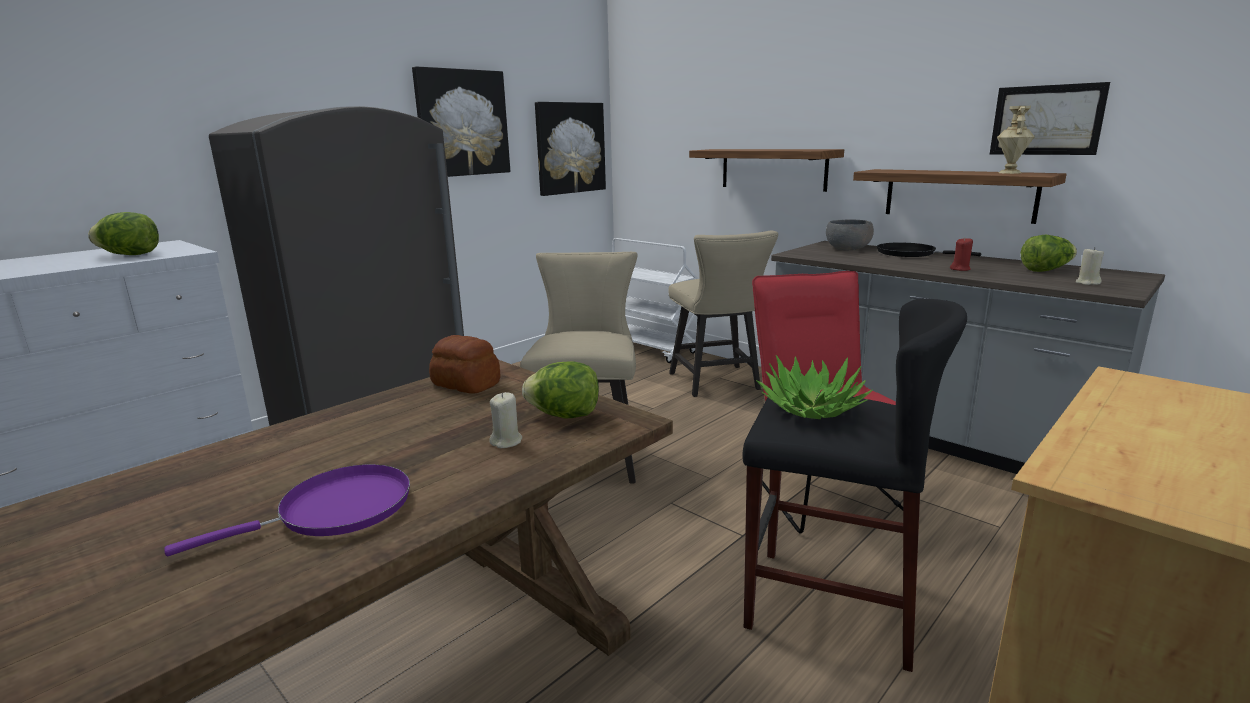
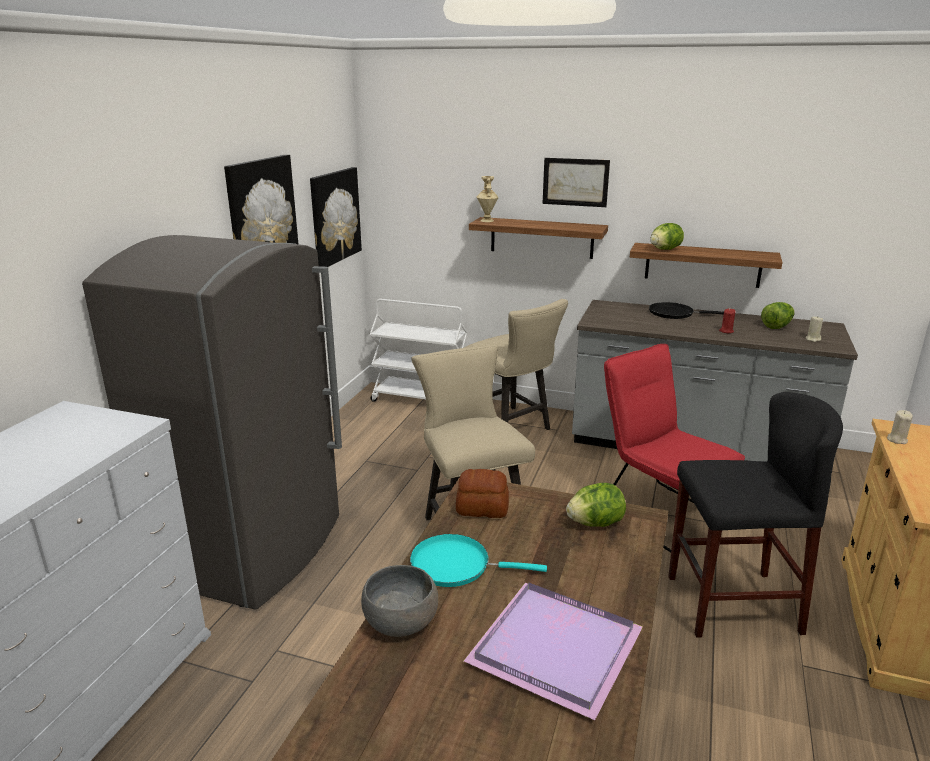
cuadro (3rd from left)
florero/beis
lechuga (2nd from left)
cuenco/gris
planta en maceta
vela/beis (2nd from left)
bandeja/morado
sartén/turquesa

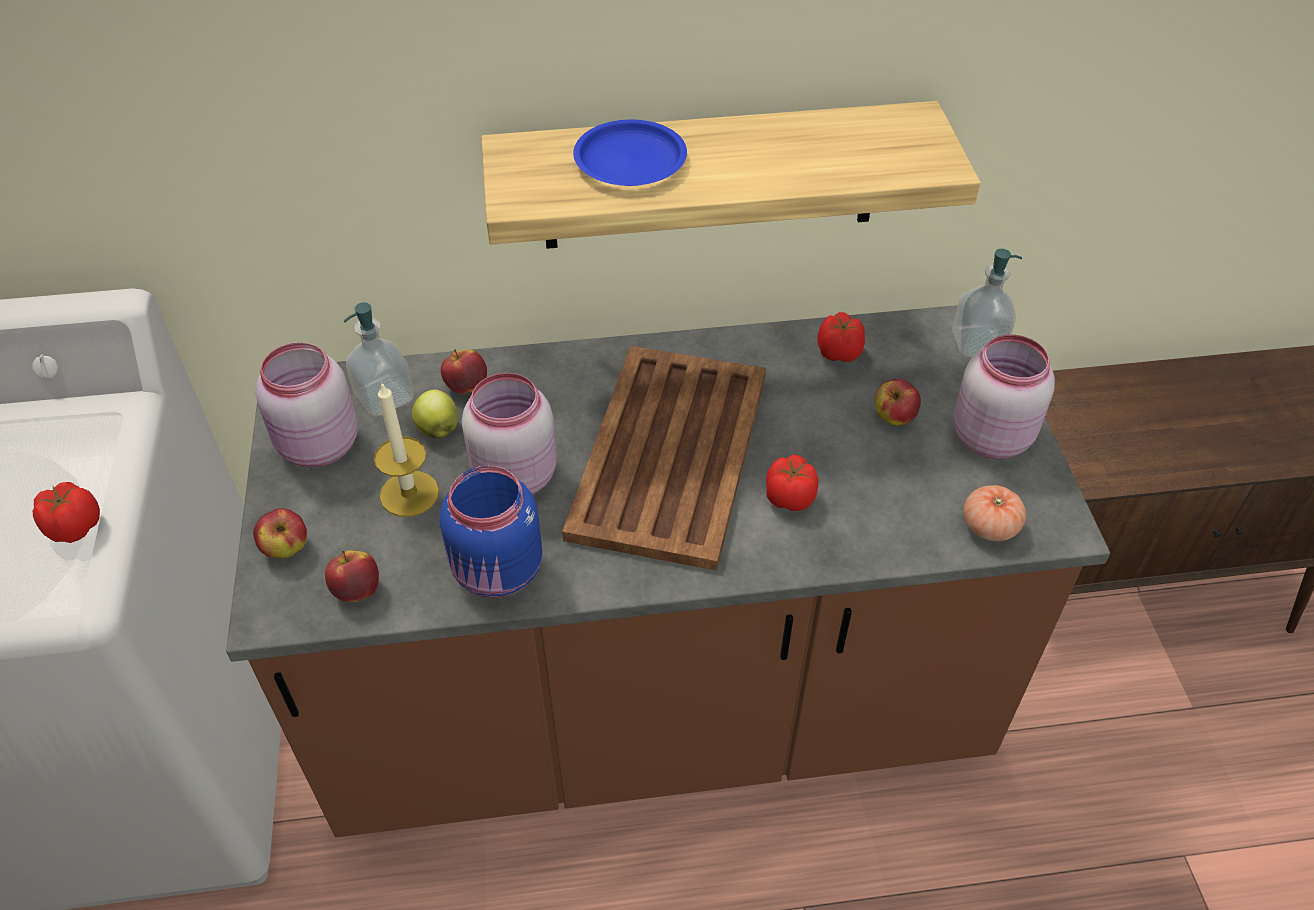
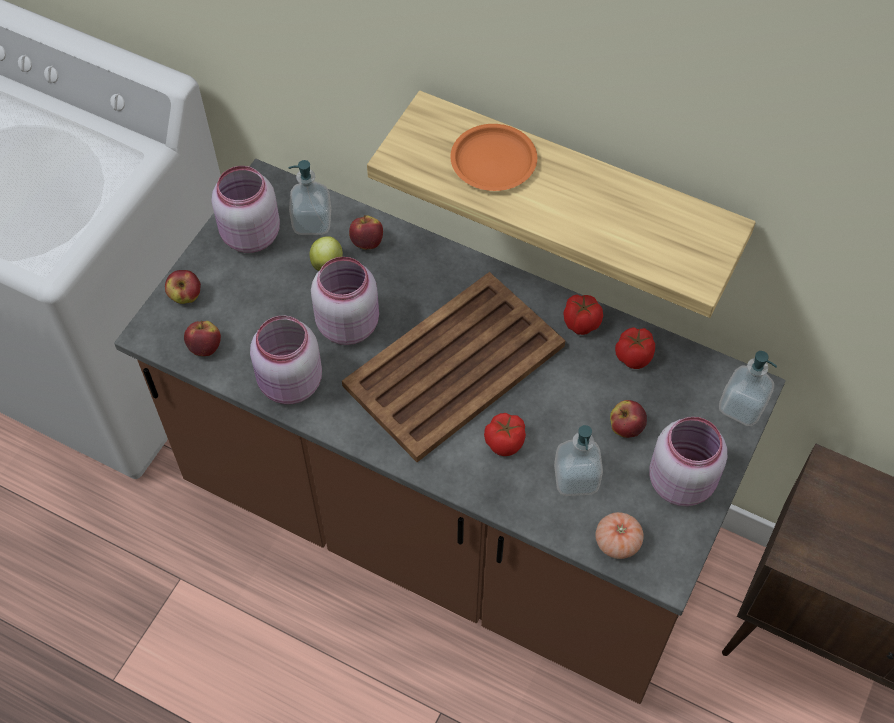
plato/naranja
vela
tarro/rosa (2nd from left)
tomate (2nd from left)
dispensador de jabón (2nd from left)

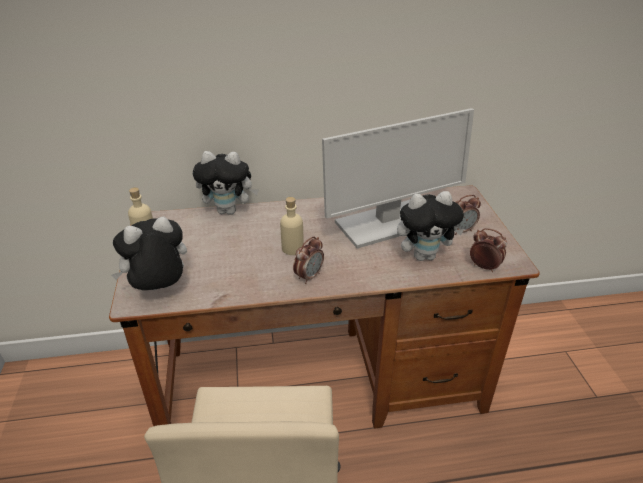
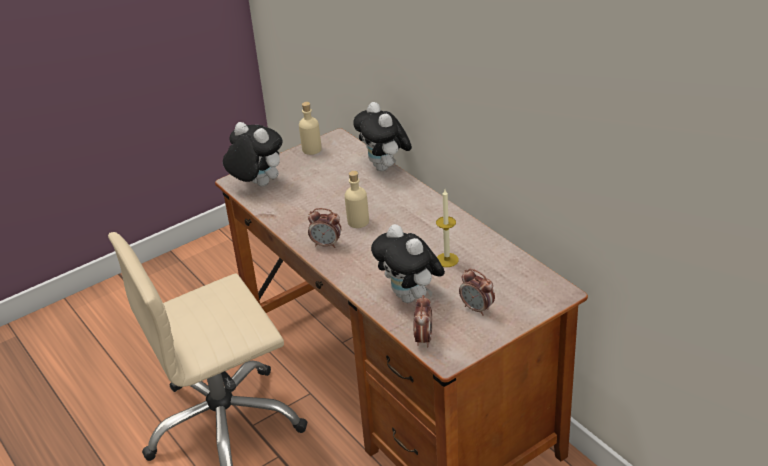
vela

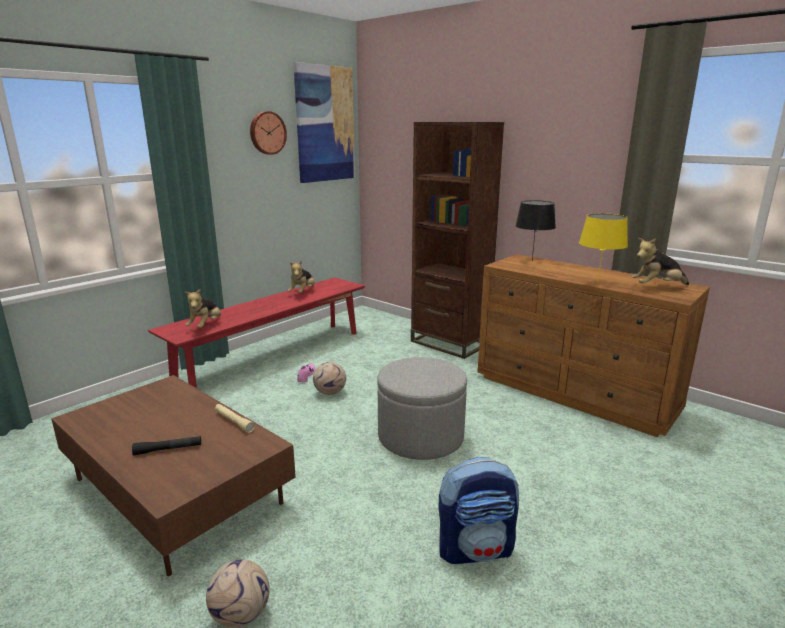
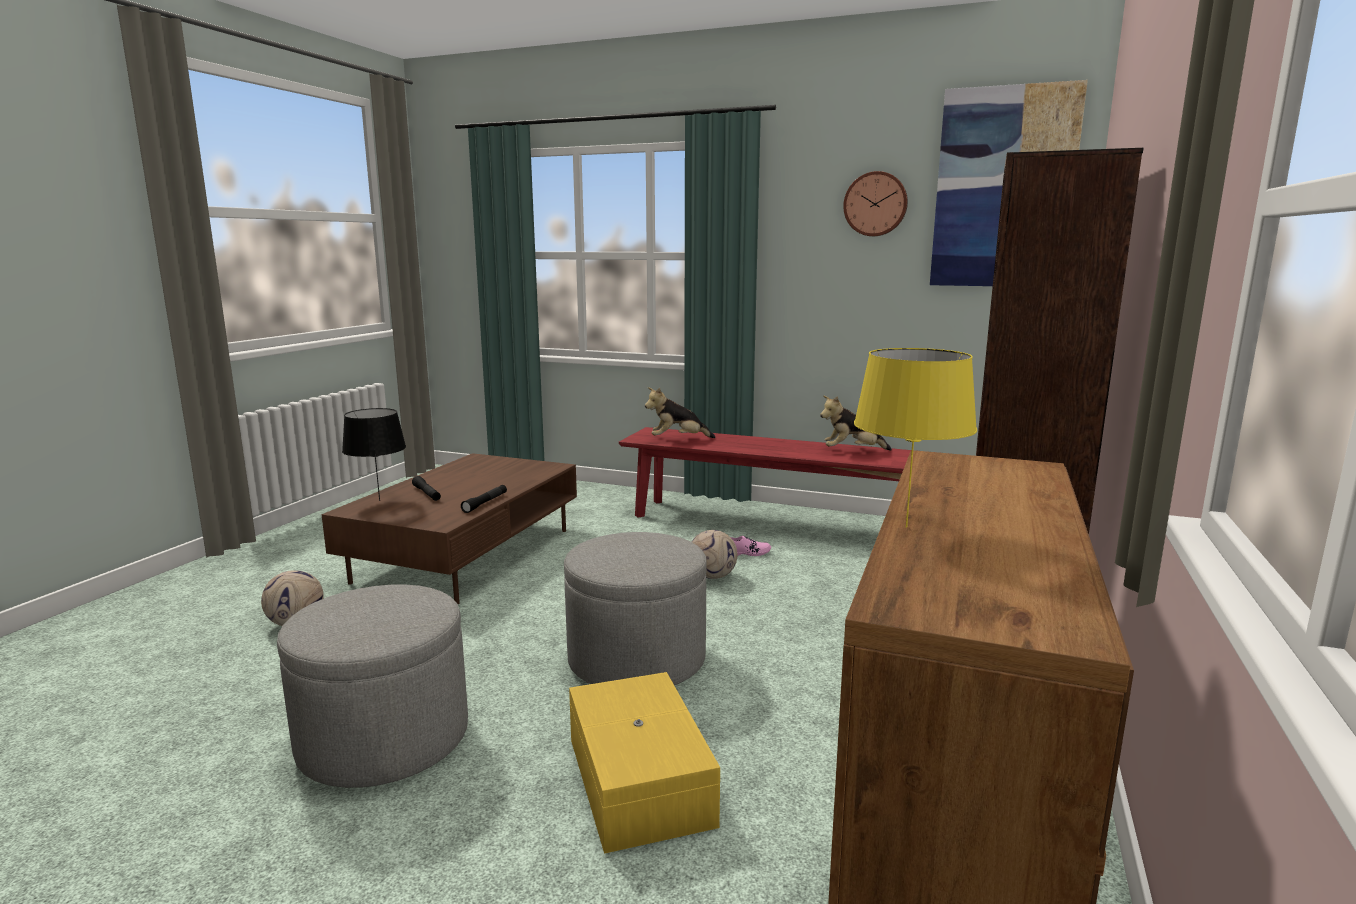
lámpara de mesa/negro
peluche (3rd from left in the first image)
linterna/negro (2nd from left)
puf/gris (1st from left)
caja de almacenaje/amarillo

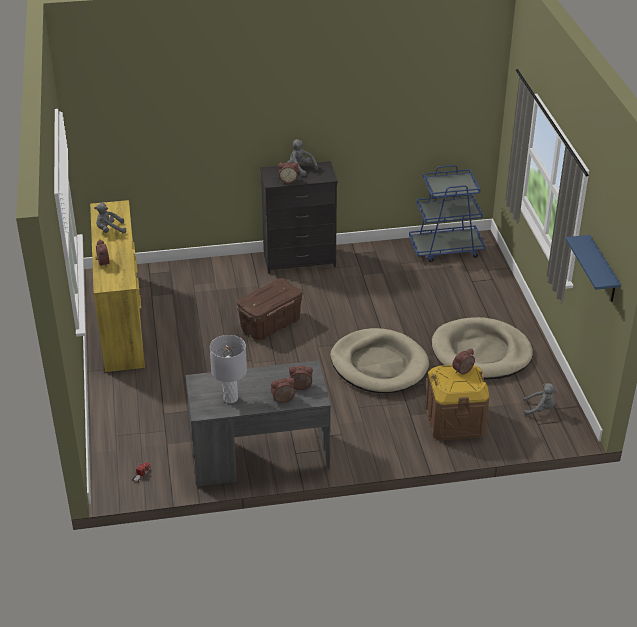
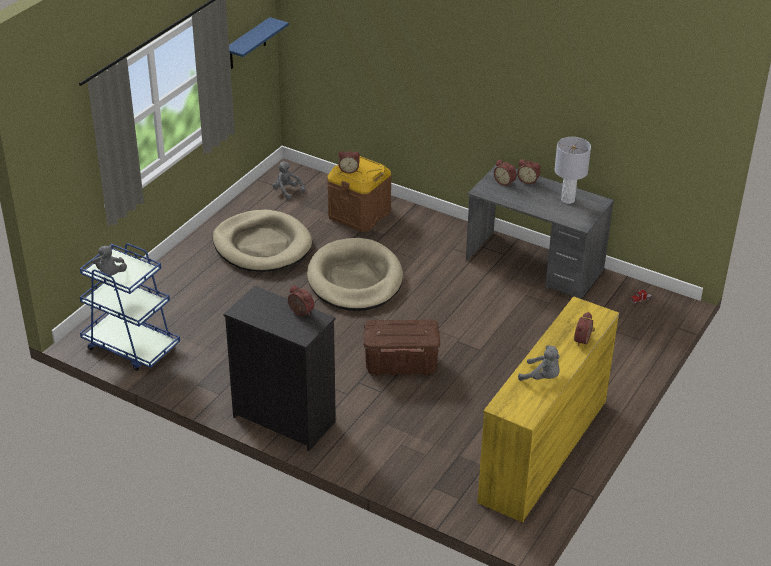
peluche/gris (1st from left)

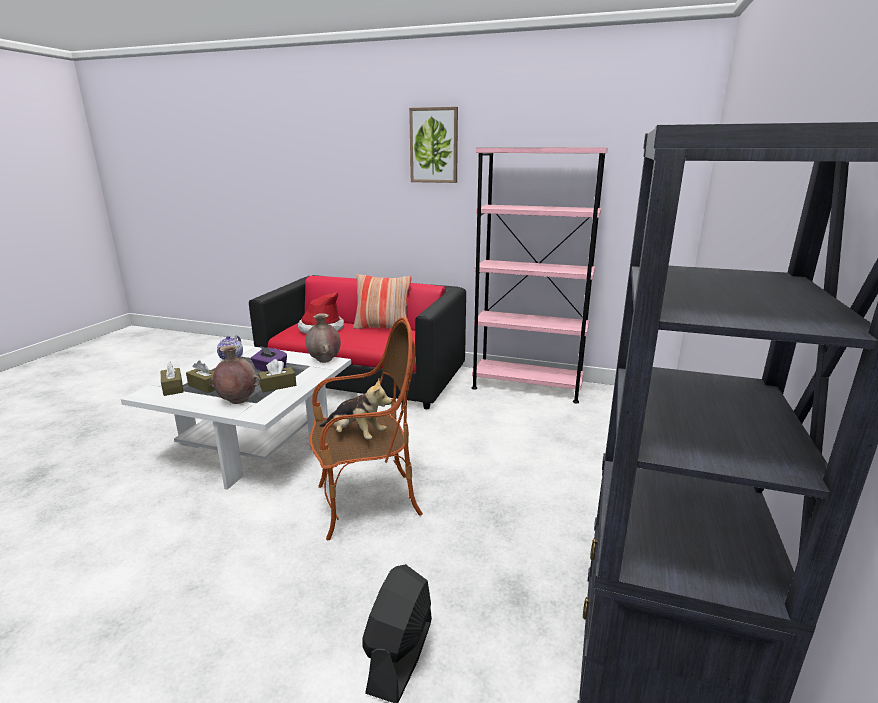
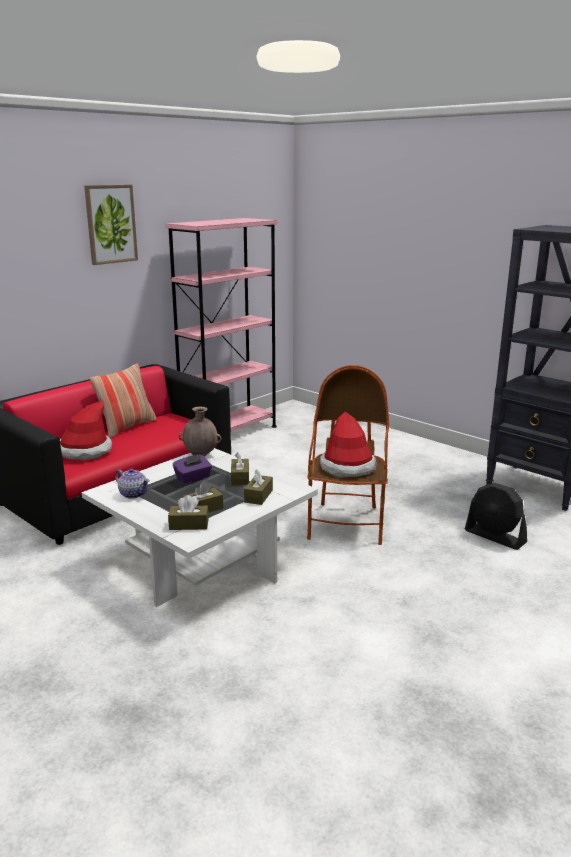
caja de pañuelos/marrón (4th from left)
sombrero (2nd from left)

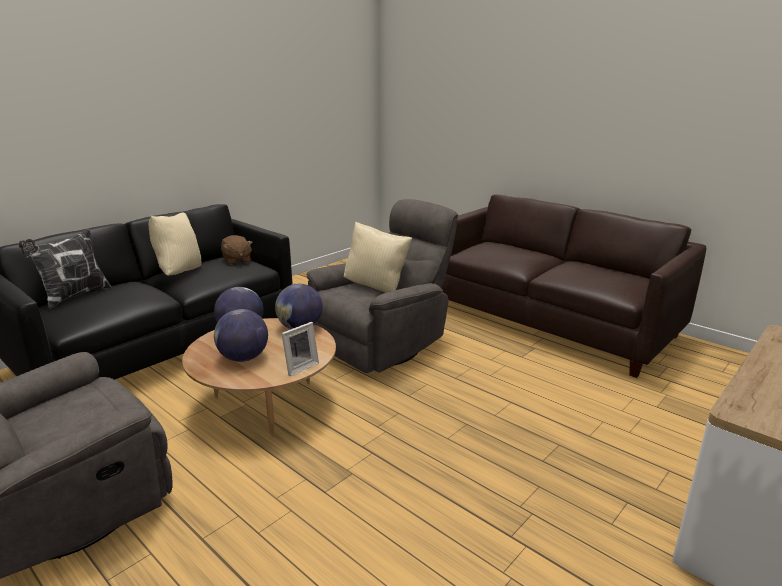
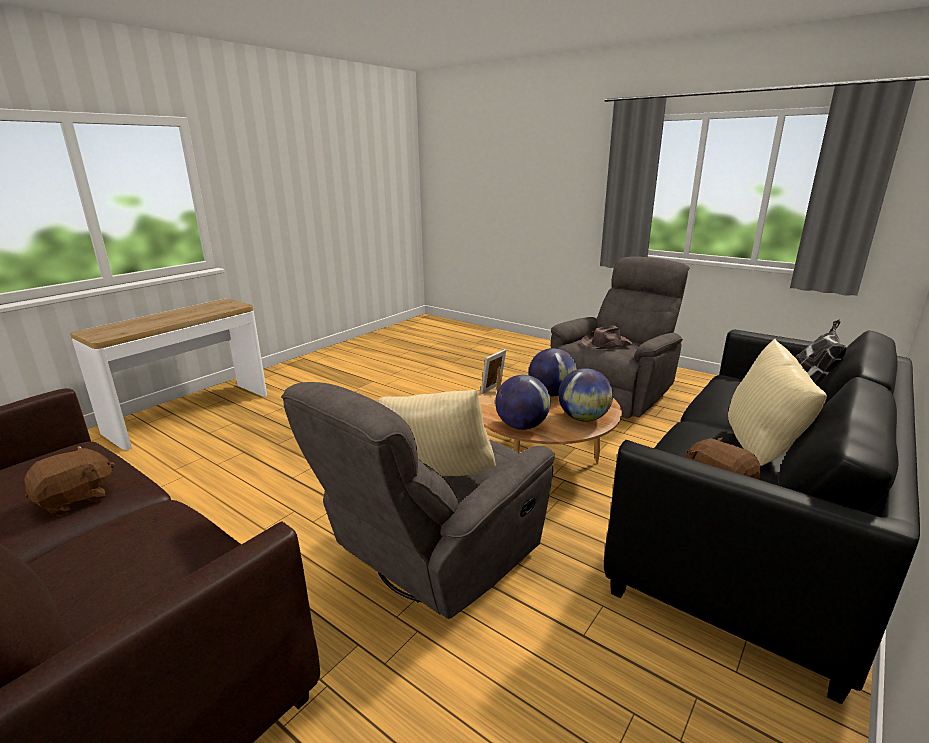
sombrero/marrón
peluche/marrón (1st from left)

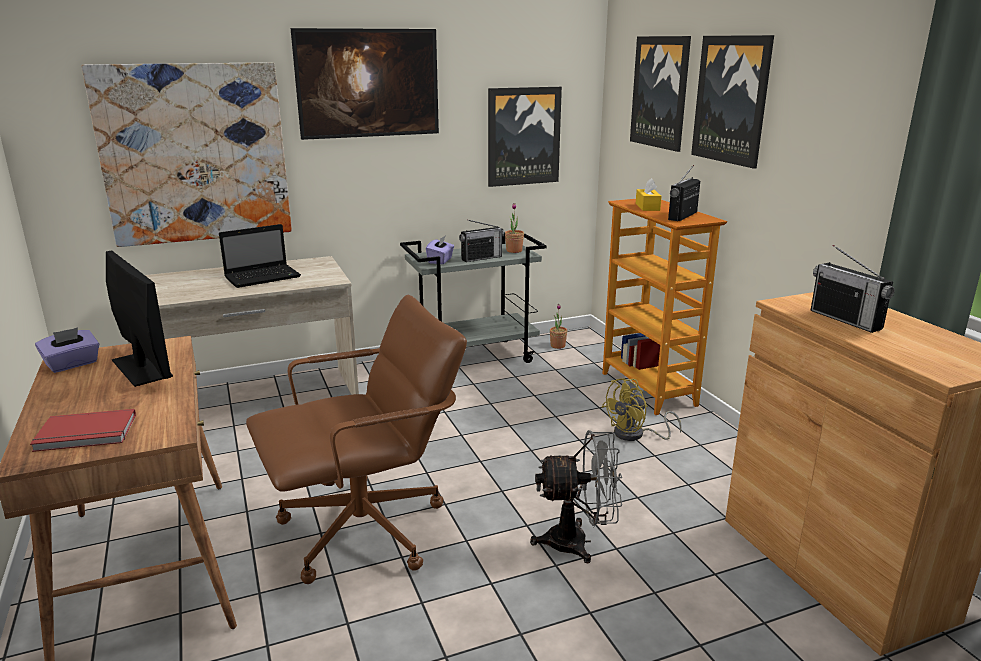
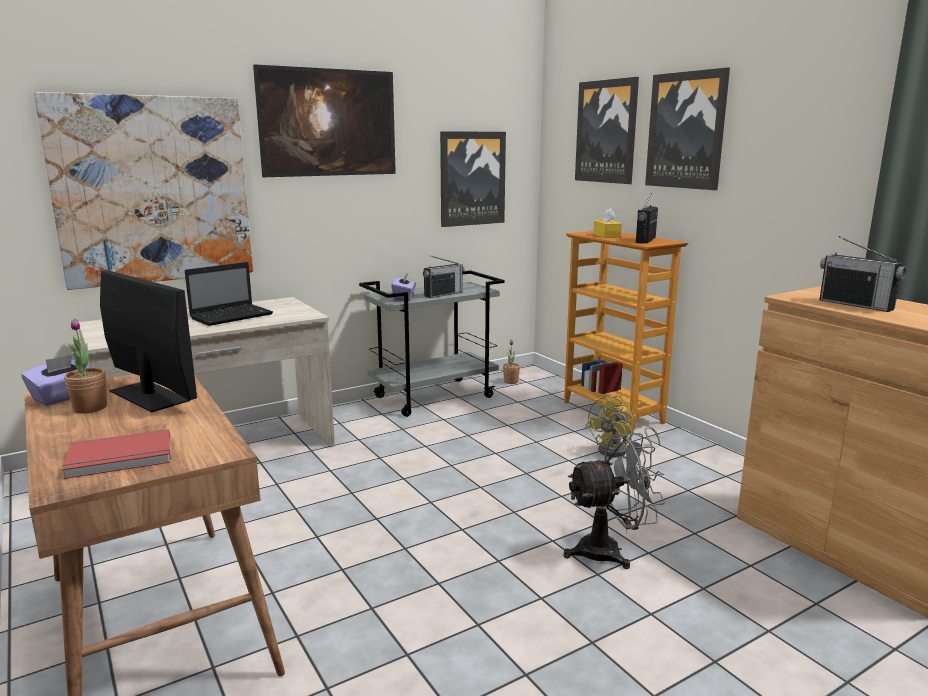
planta en maceta (1st from left)
silla de oficina/marrón

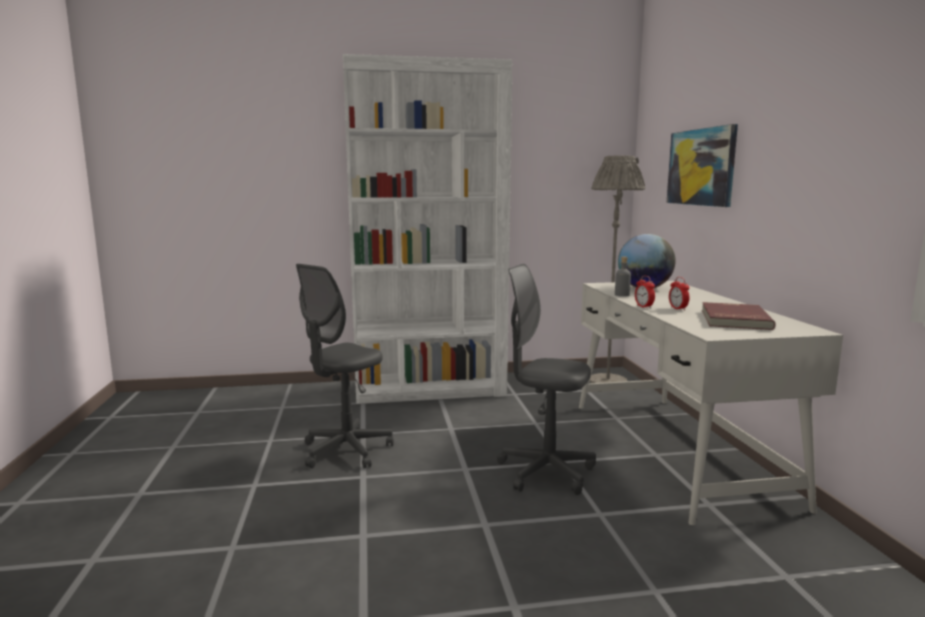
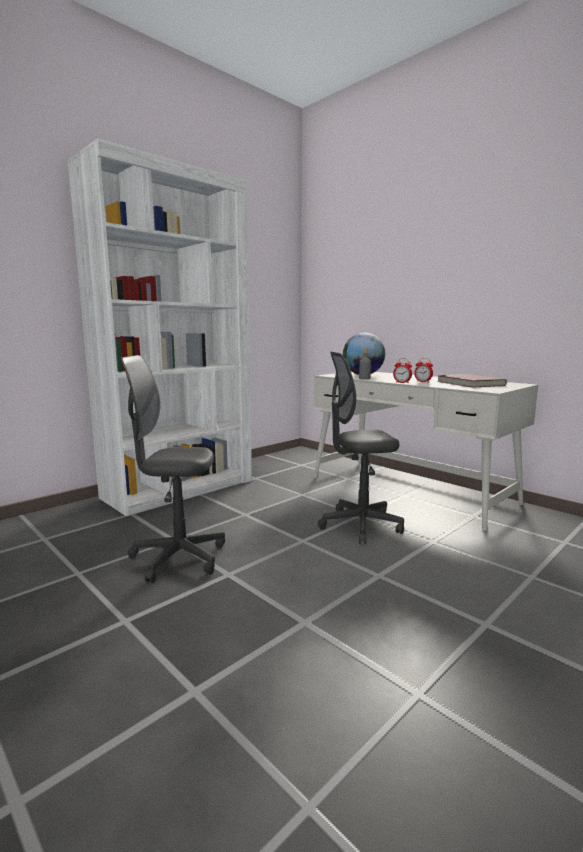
cuadro
lámpara de pie/gris
silla de oficina/gris (1st from left)

